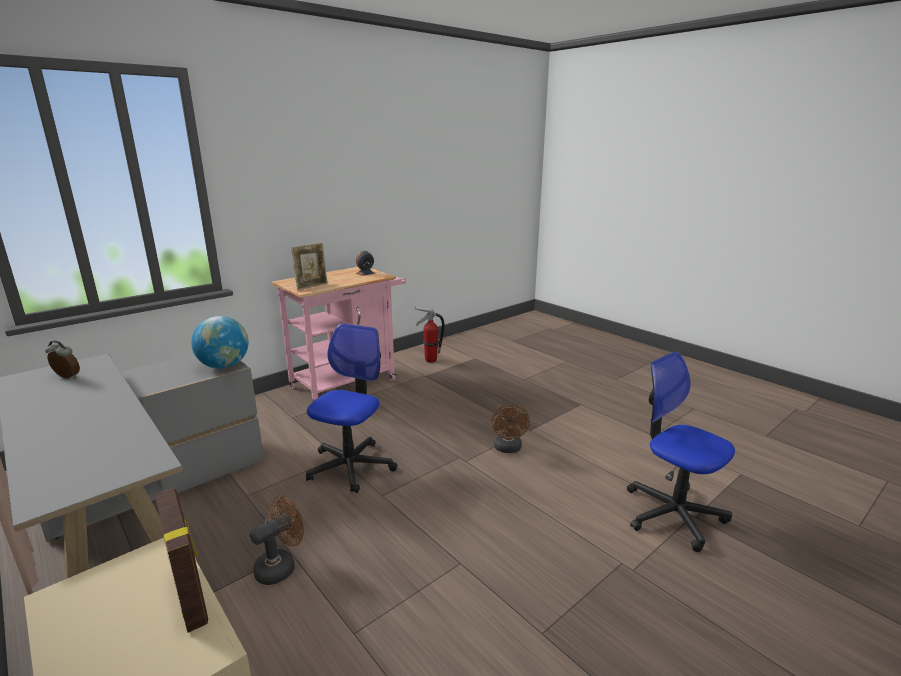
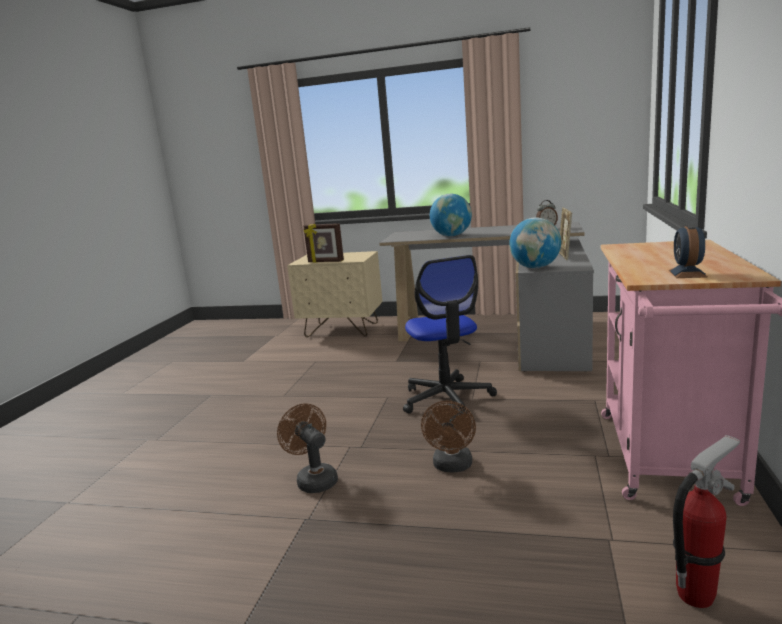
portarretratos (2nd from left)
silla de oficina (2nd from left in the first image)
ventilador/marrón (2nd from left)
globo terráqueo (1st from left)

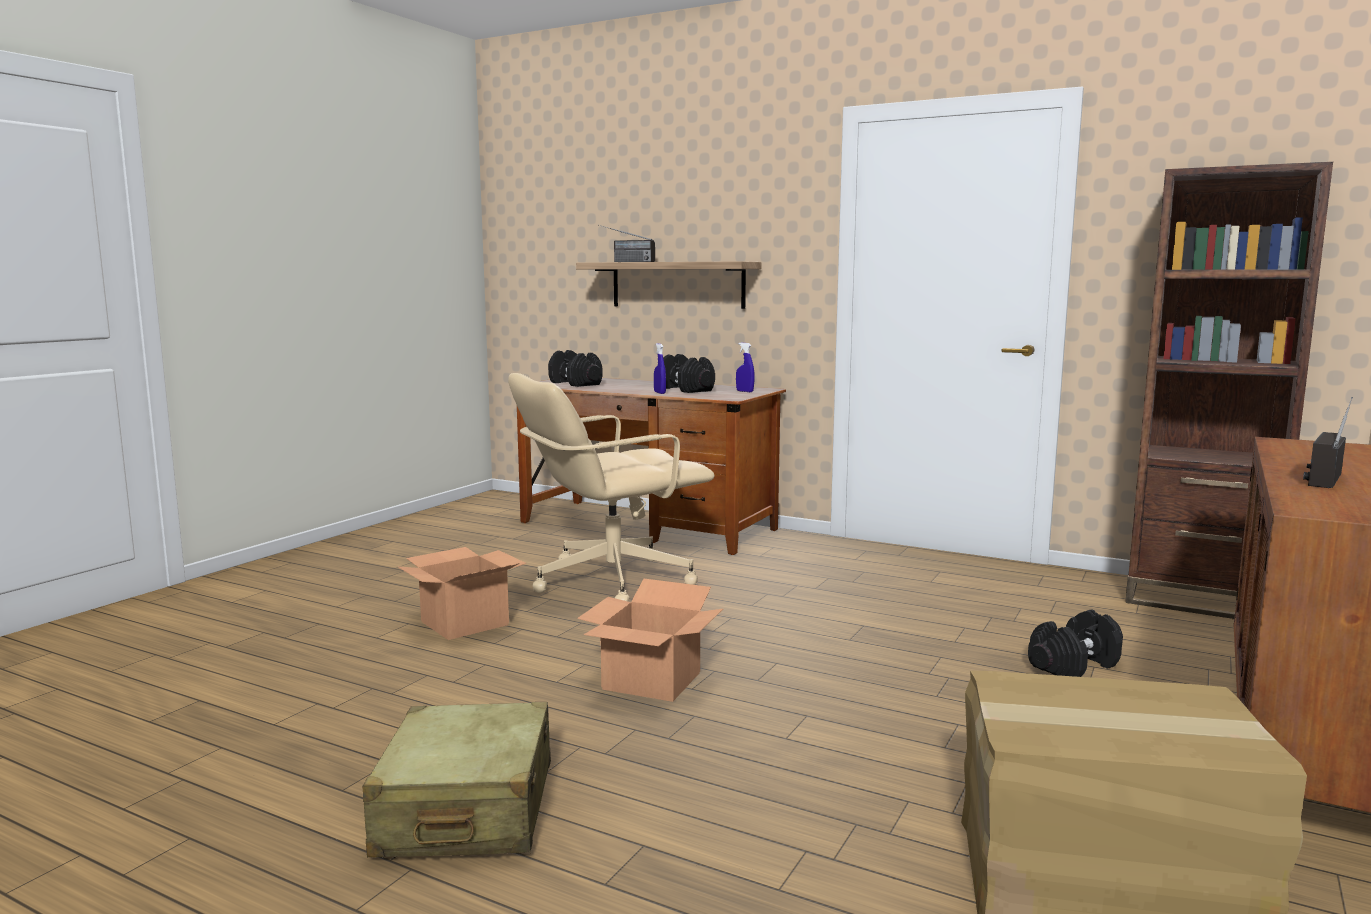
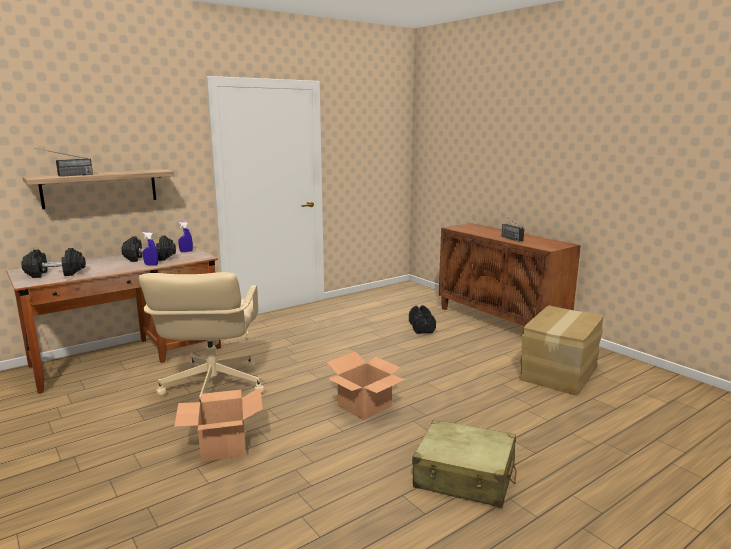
estantería/marrón

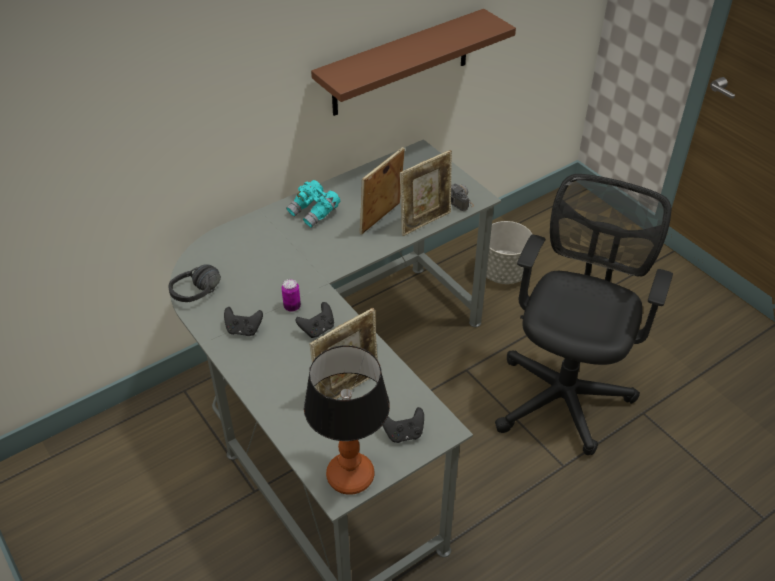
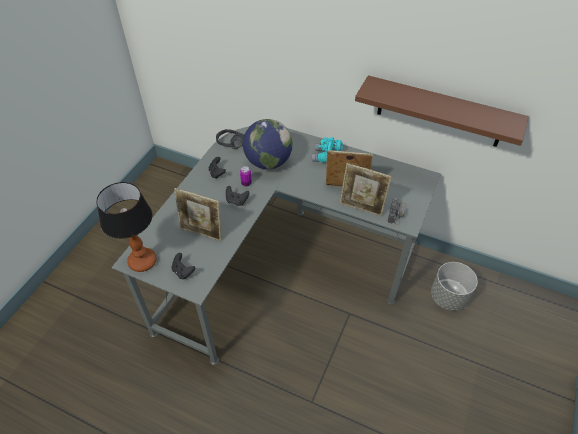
silla de oficina/negro
globo terráqueo

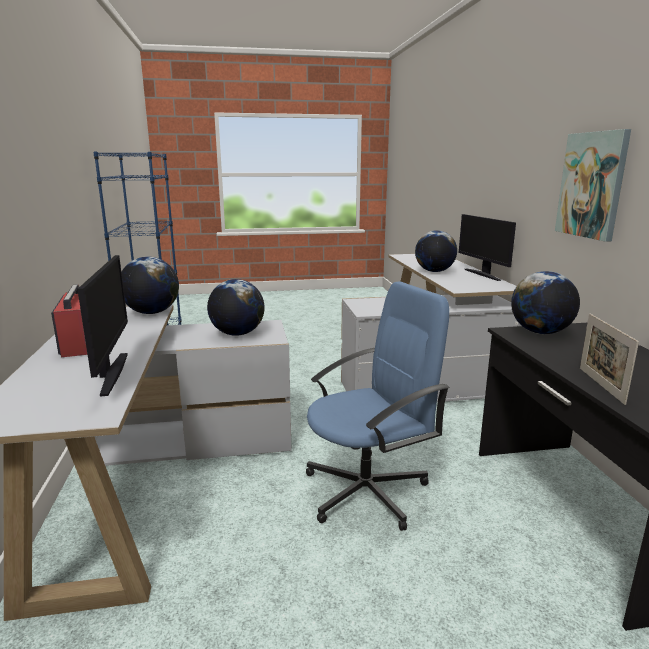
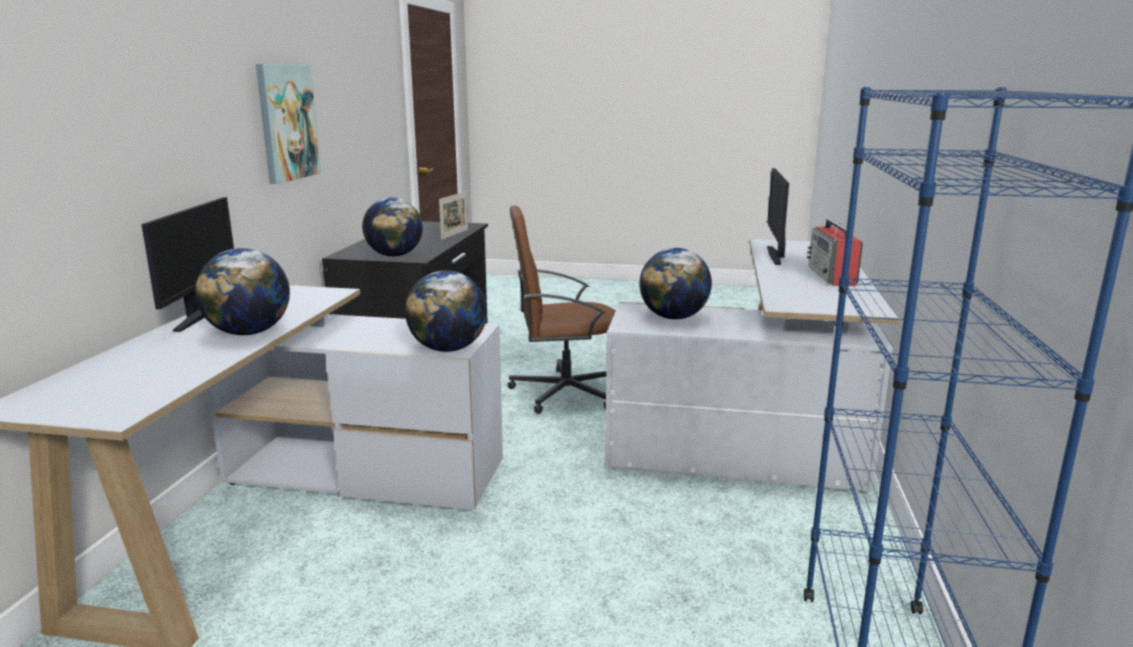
globo terráqueo (3rd from left)
silla de oficina/marrón

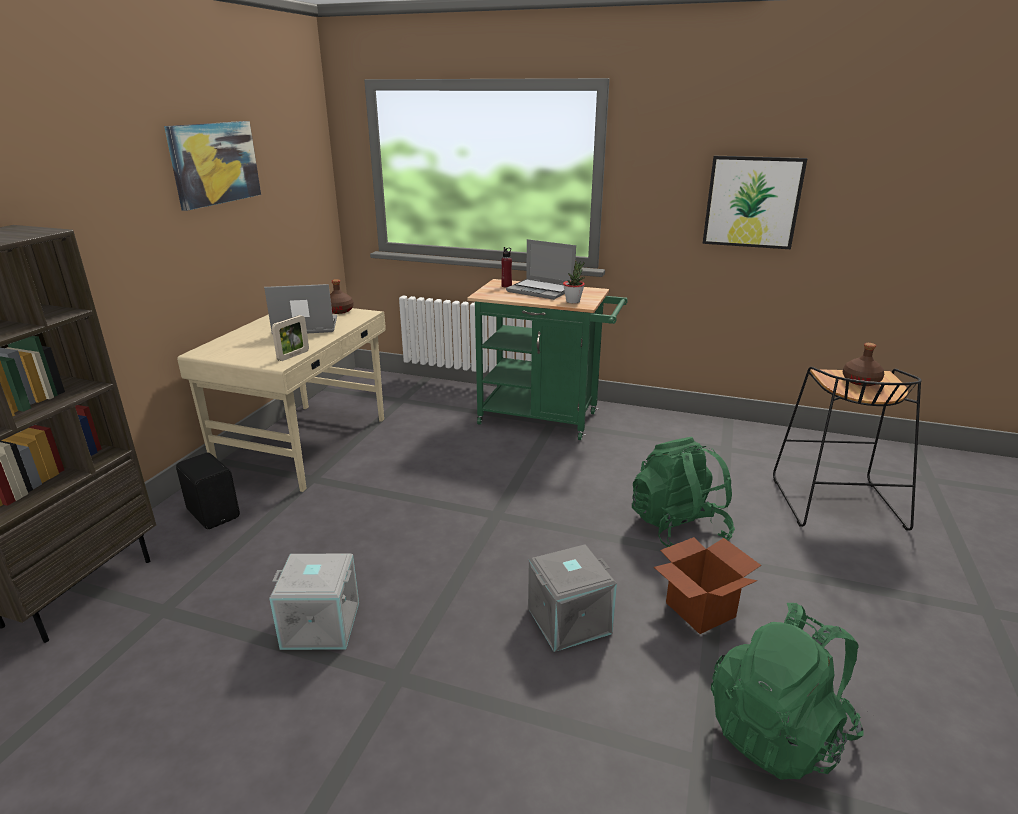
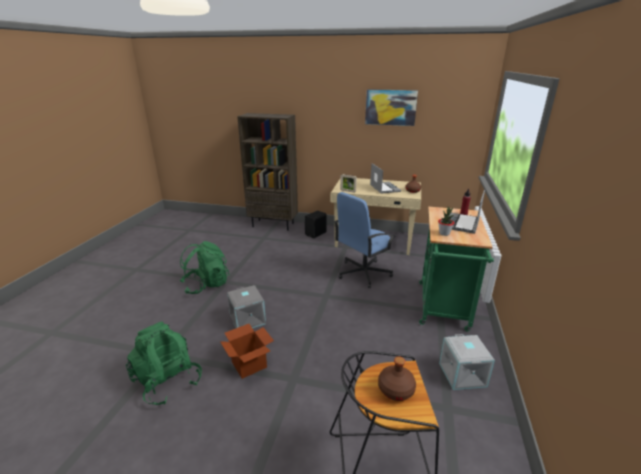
cuadro (2nd from left in the first image)
mochila/verde (2nd from left)
caja de almacenaje/gris (2nd from left)
silla de oficina/azul

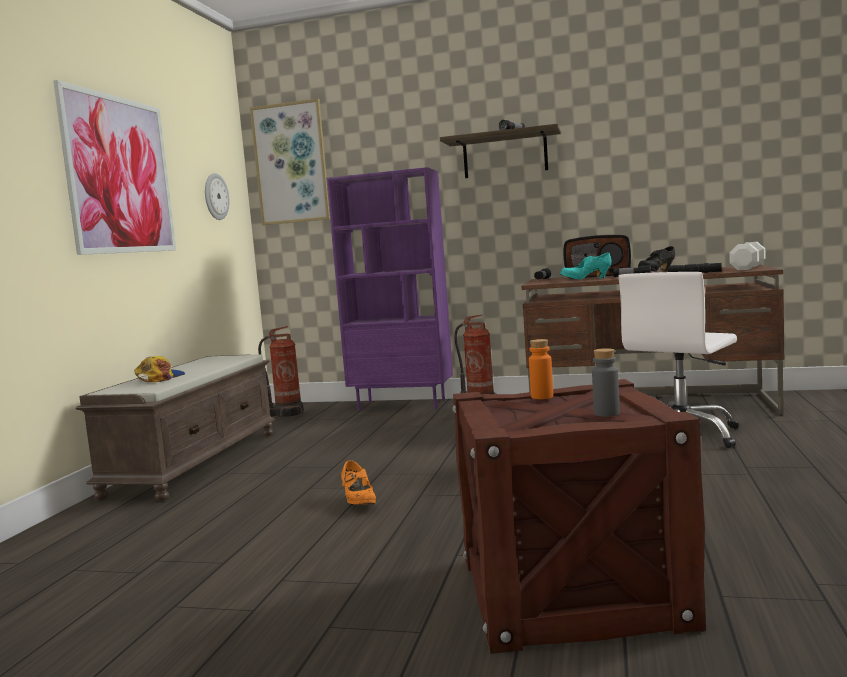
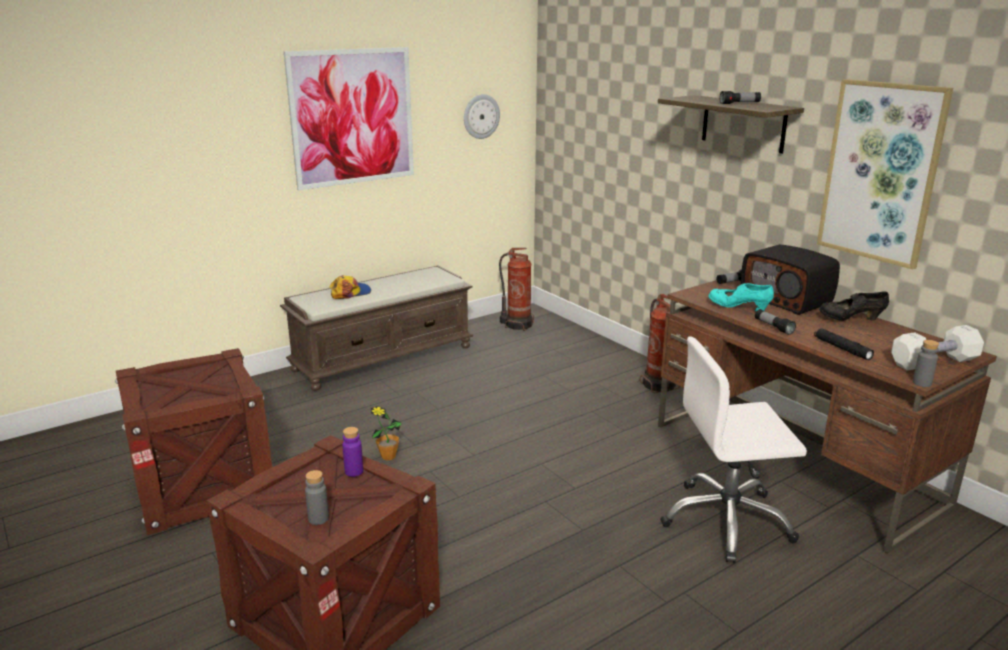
cuadro (2nd from left)
estantería/morado
botella/morado
planta en maceta
botella/gris (2nd from left)
caja de embalaje (1st from left)

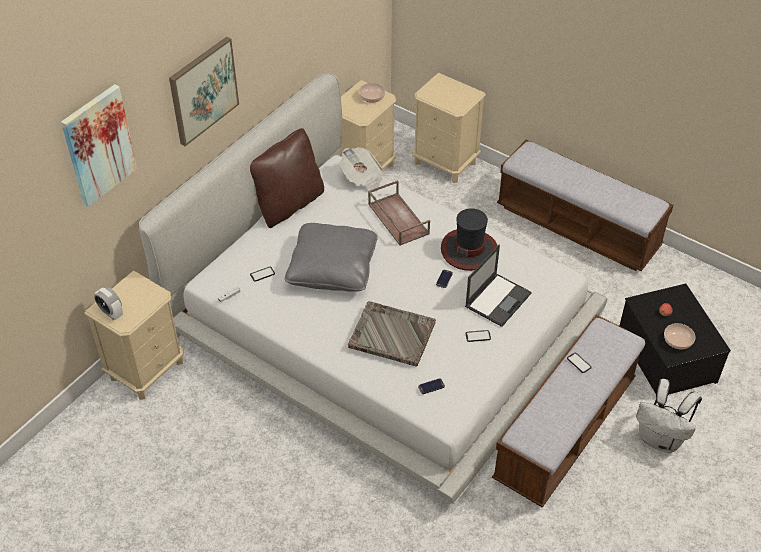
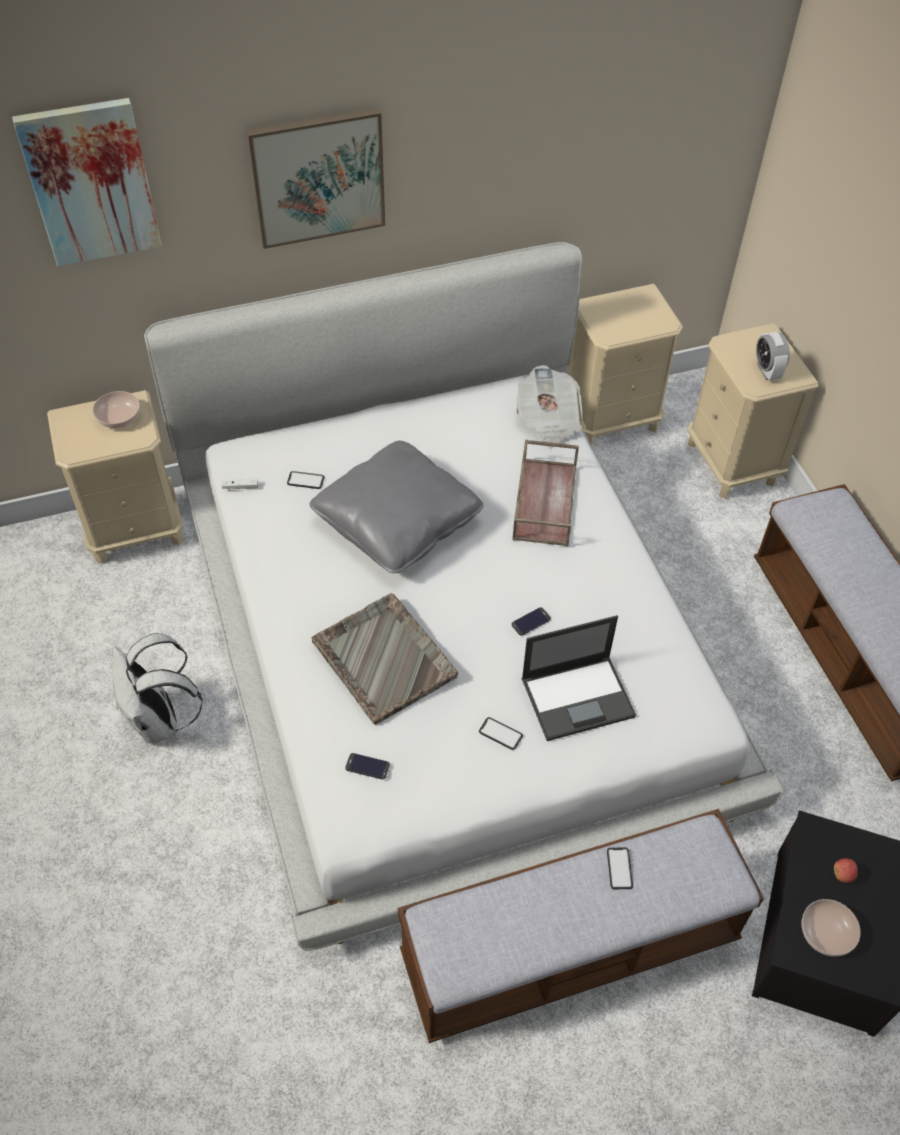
cuenco (1st from left)
cojín/marrón
sombrero
despertador
mochila/blanco

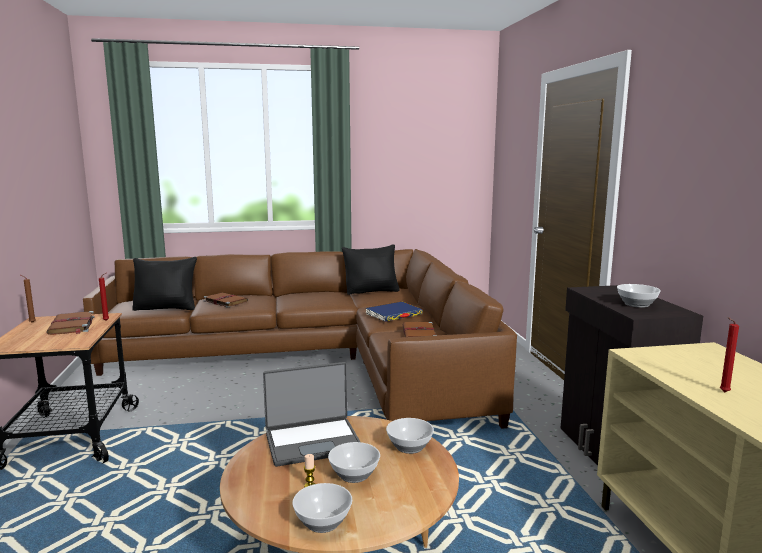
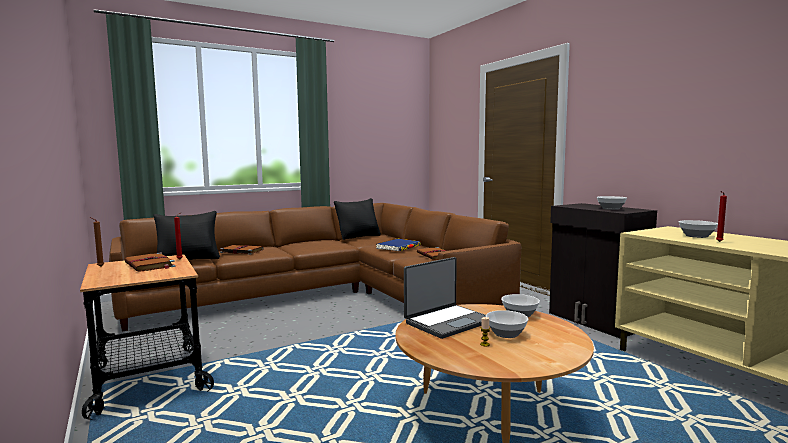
cuenco (4th from left)

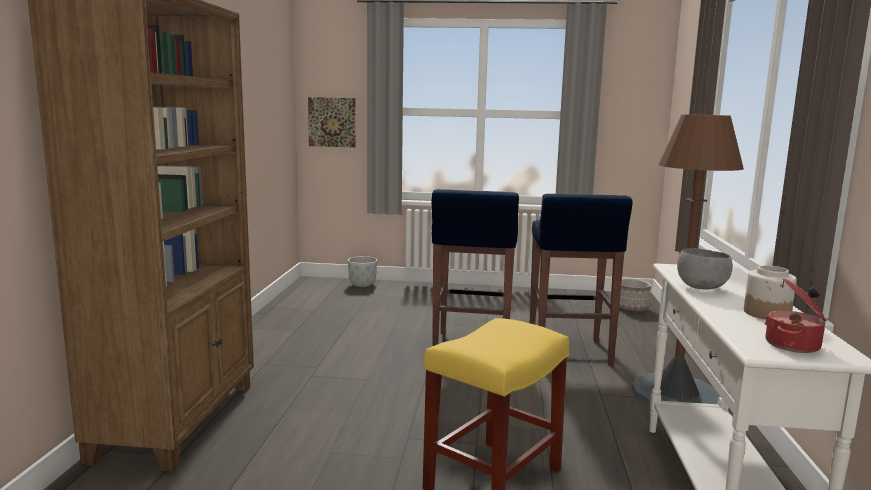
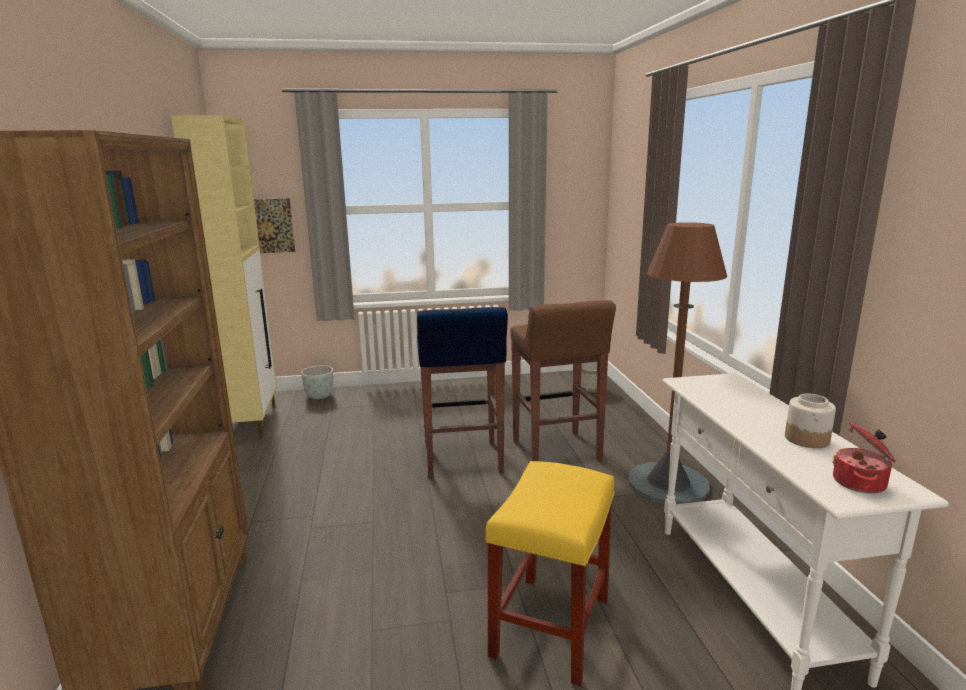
taburete/marrón
cuenco/gris
armario/beis

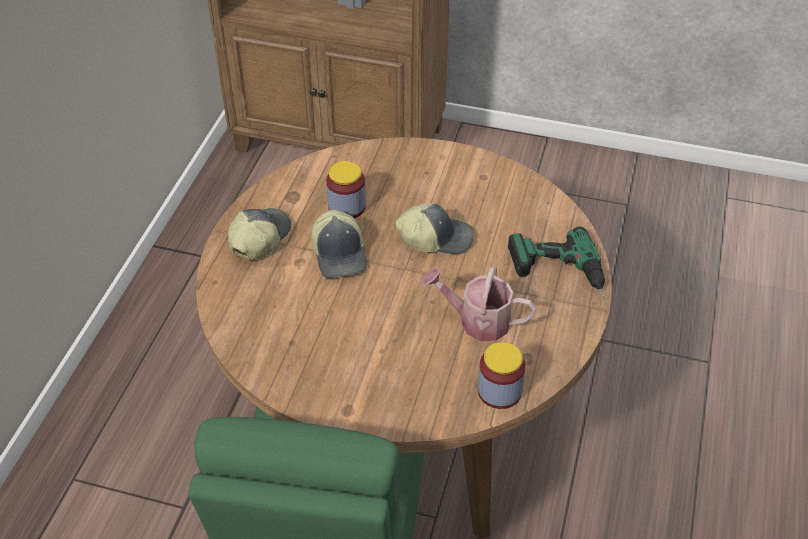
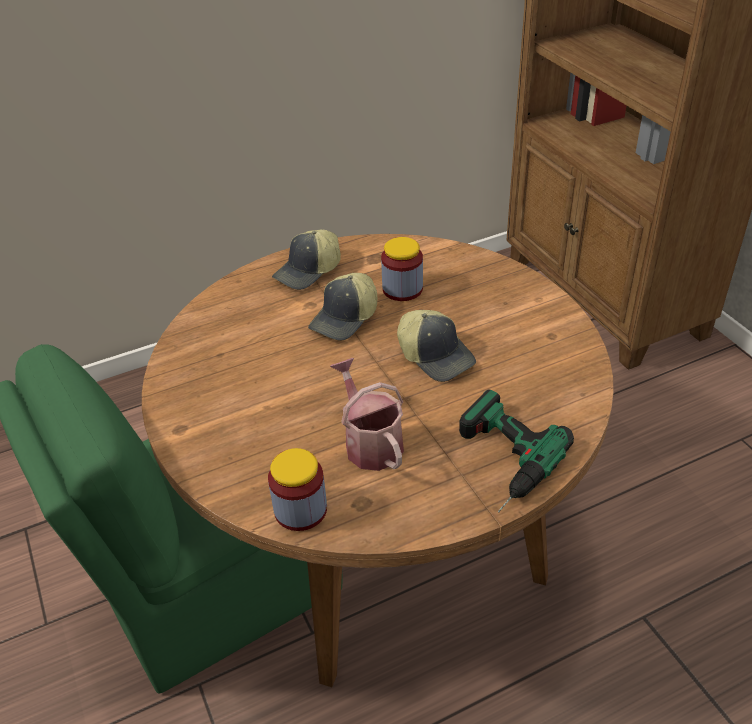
gorra (1st from left)

